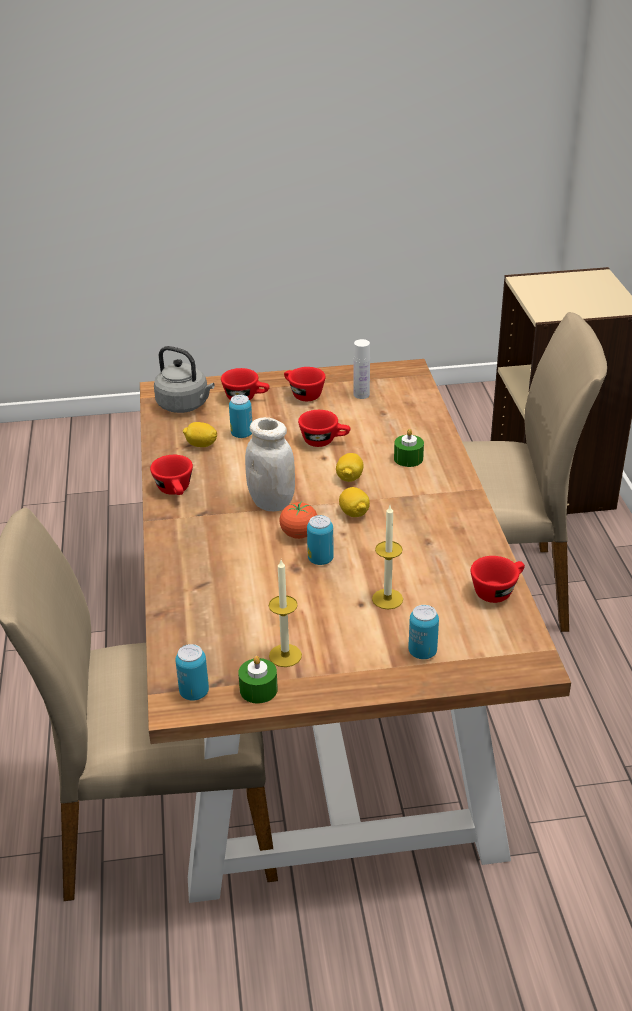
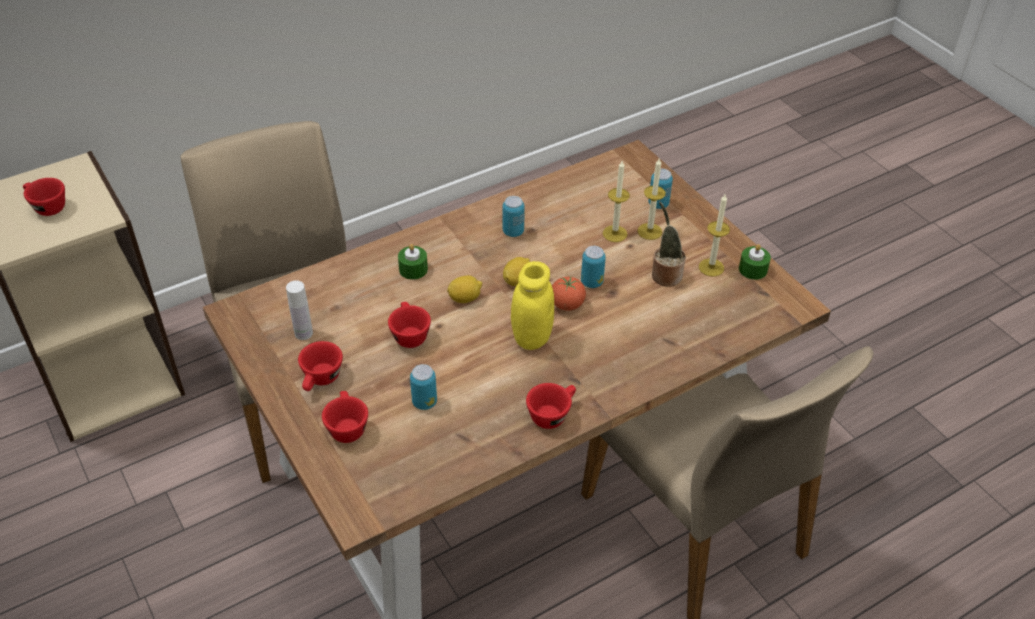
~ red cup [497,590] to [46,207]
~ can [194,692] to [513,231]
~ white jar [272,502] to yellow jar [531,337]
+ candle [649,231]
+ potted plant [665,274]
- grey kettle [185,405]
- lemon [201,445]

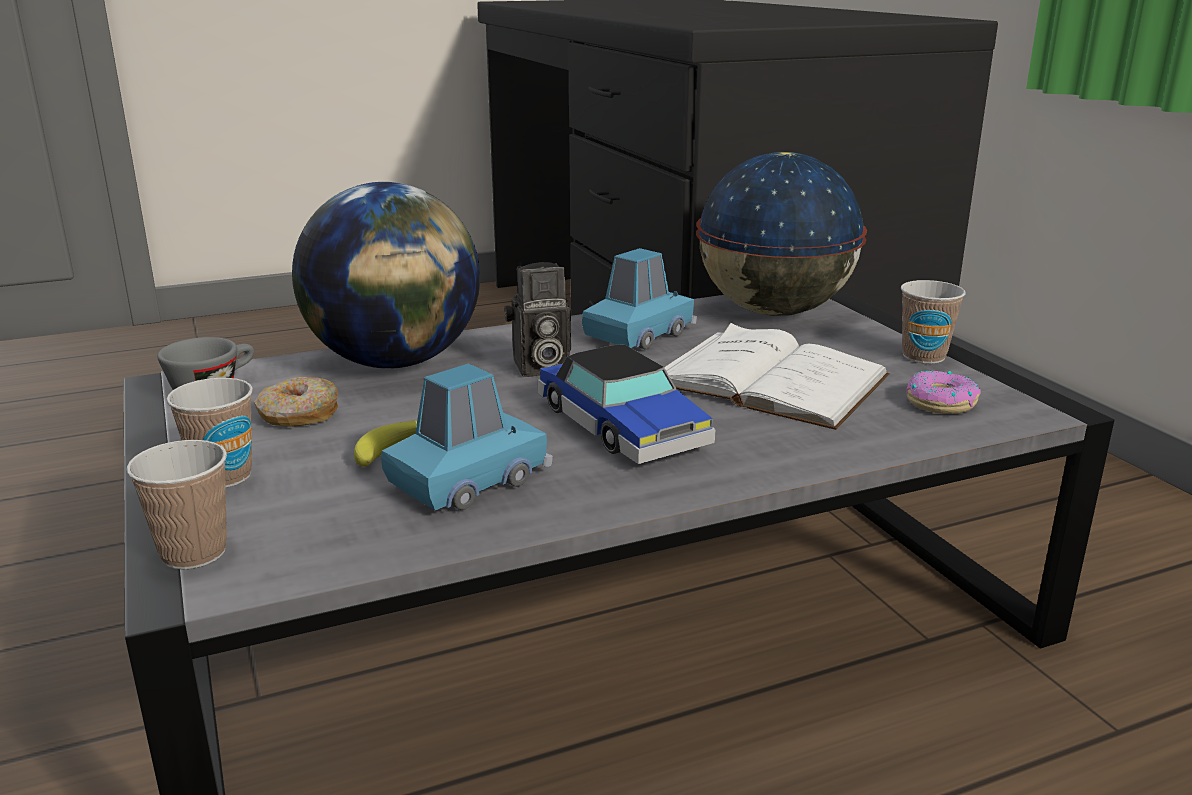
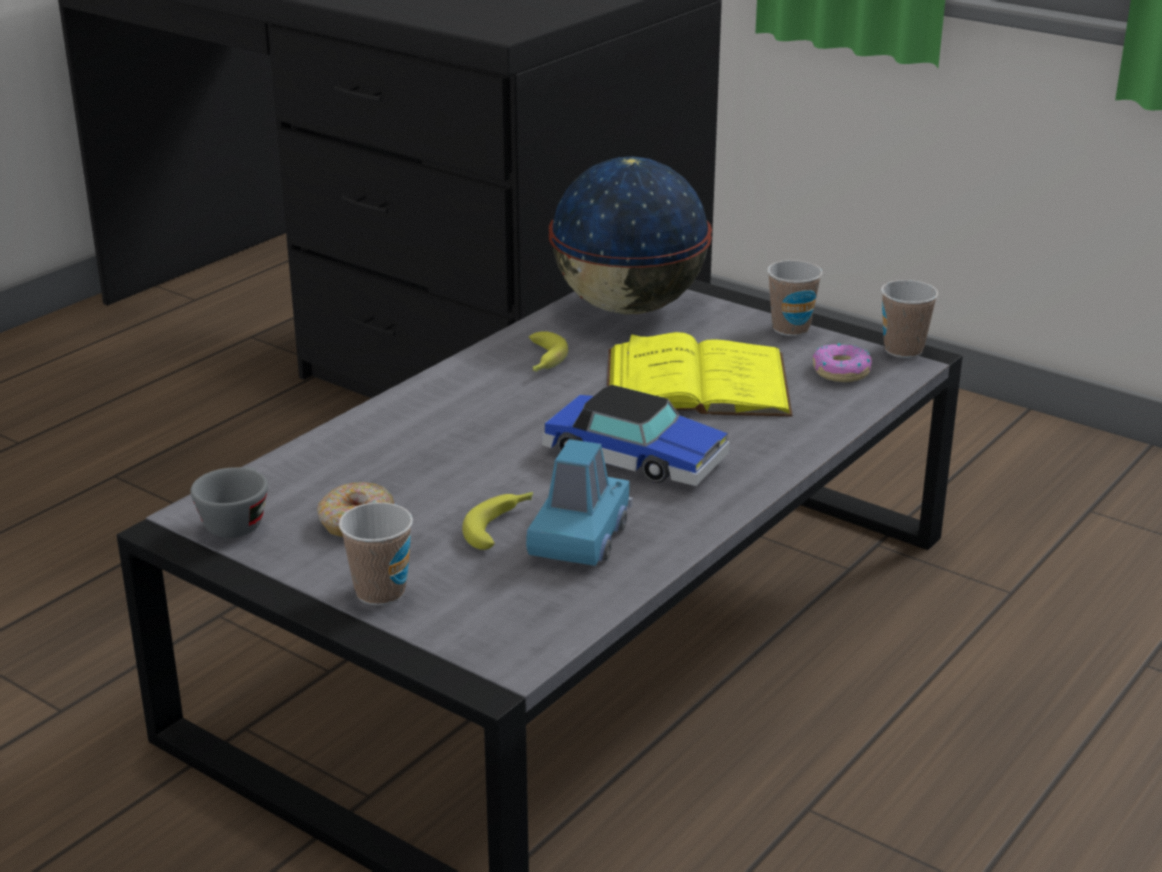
~ blue toy car [639,334] to banana [542,361]
~ white book [767,379] to yellow book [697,382]
~ cup [194,553] to [903,350]
- globe [395,362]
- photo camera [539,368]

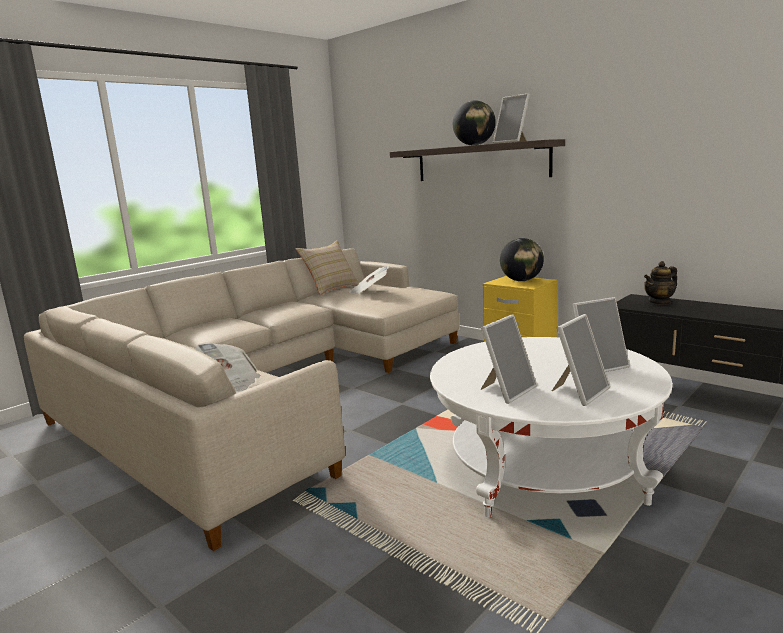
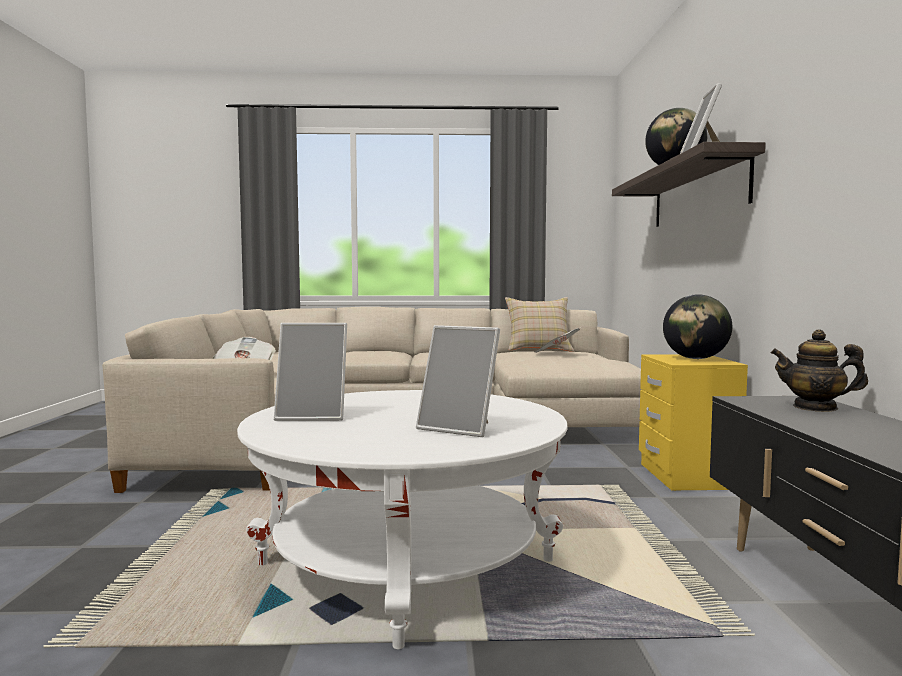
- picture frame [579,393]

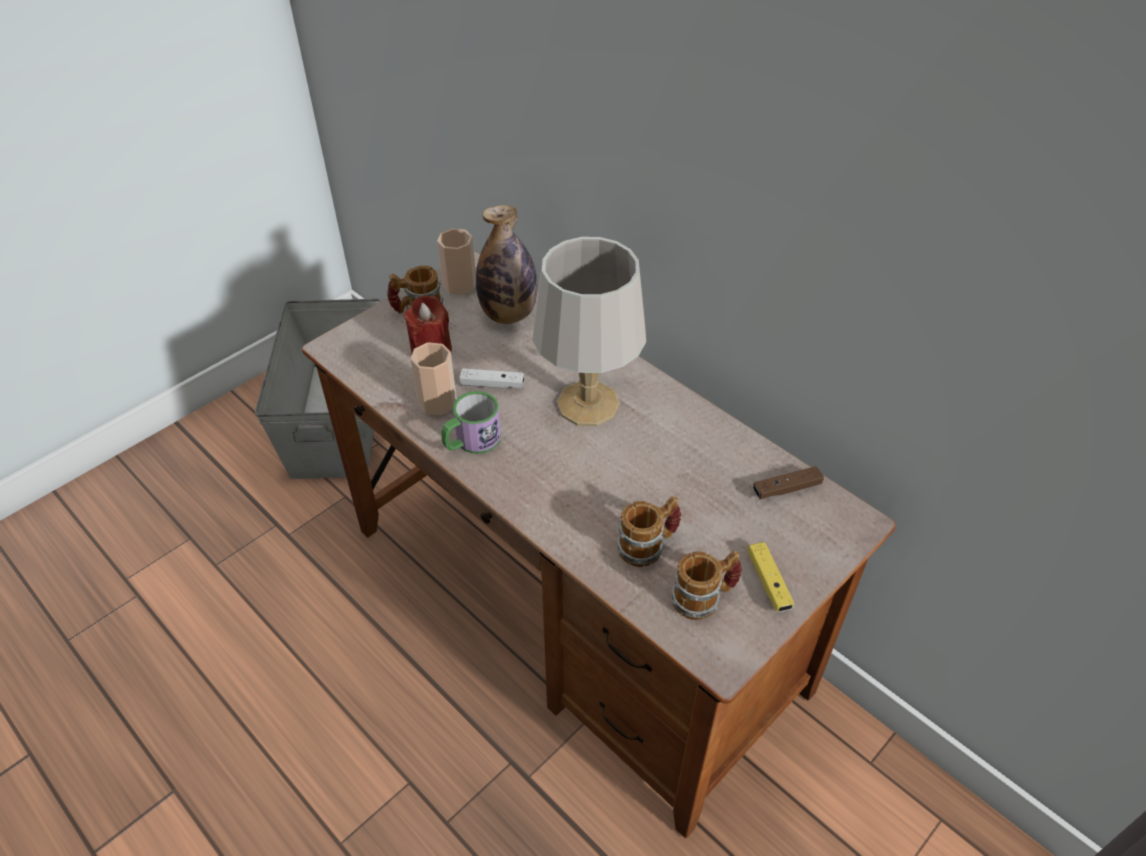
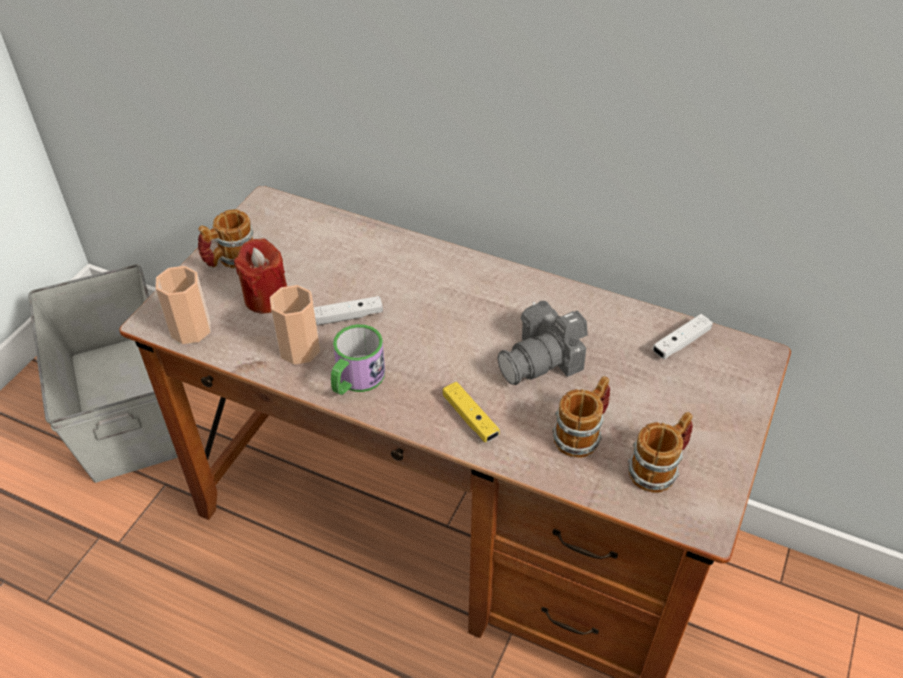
~ cup [459,285] to [191,329]
~ yellow game controller [768,582] to [470,418]
+ photo camera [543,360]
~ brown game controller [786,489] to white game controller [681,343]
- bottle [508,314]
- grey table lamp [586,404]

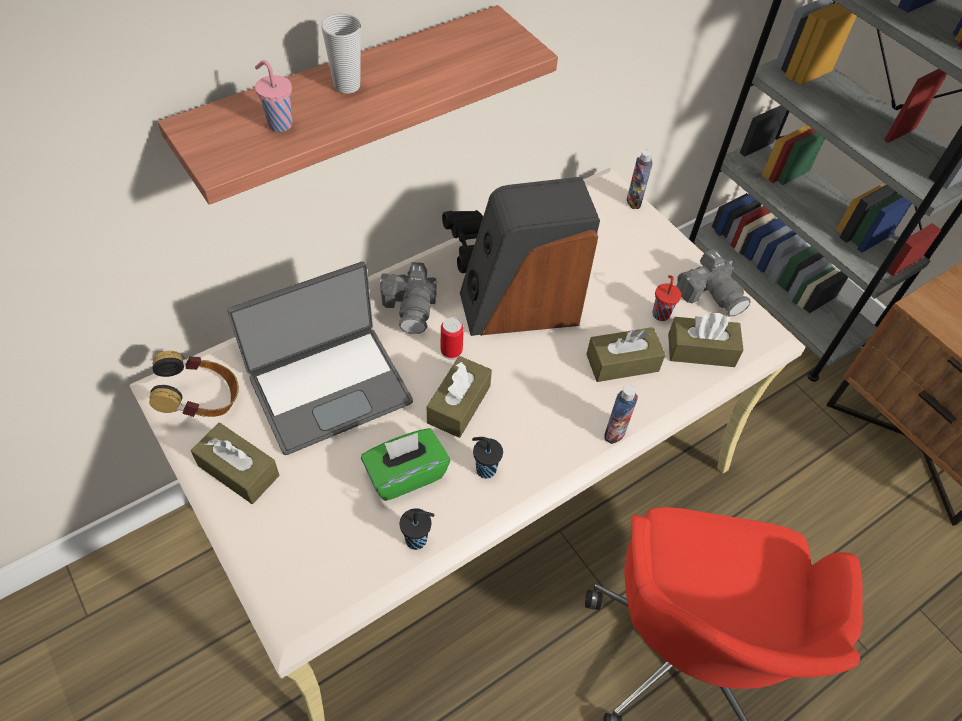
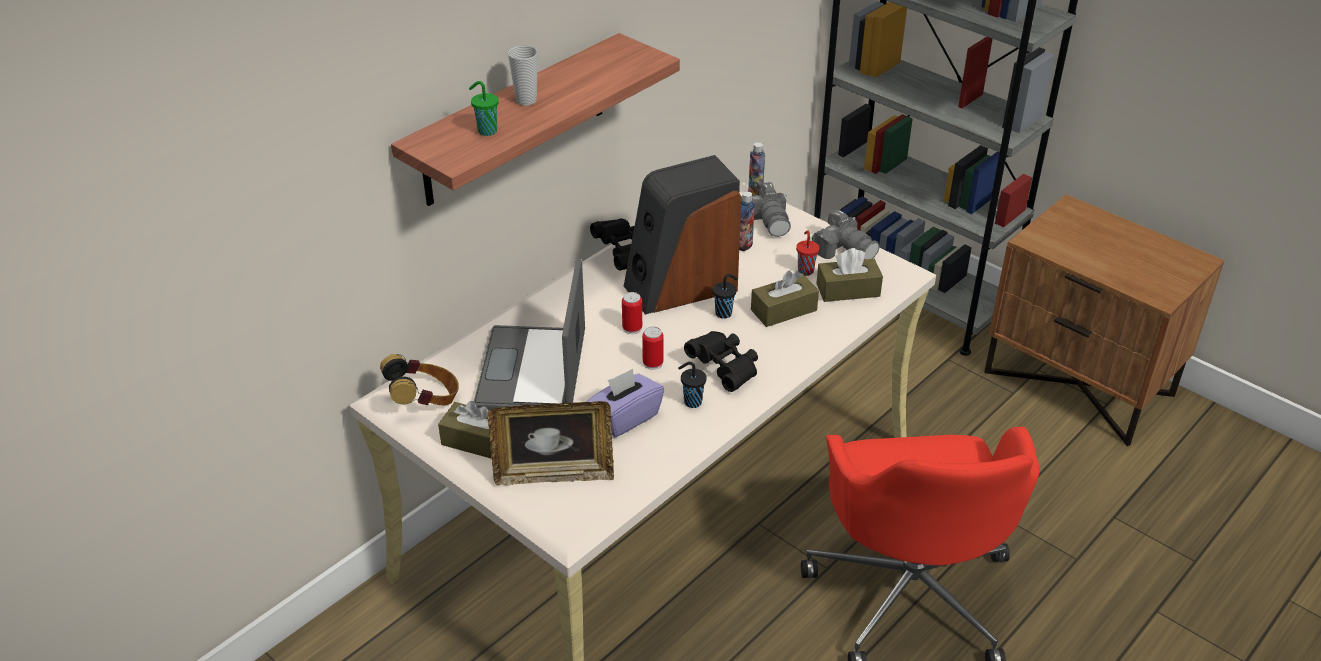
~ pink cup [279,124] to green cup [486,131]
~ laptop [329,387] = [534,372] 135 degrees clockwise
+ picture frame [554,474]
~ green tissue box [405,474] to purple tissue box [625,418]
~ brown tissue box [459,404] to can [653,363]
+ black binoculars [725,369]
~ black cup [417,539] to [724,313]
~ bottle [615,432] to [744,245]
~ photo camera [411,307] to [767,222]

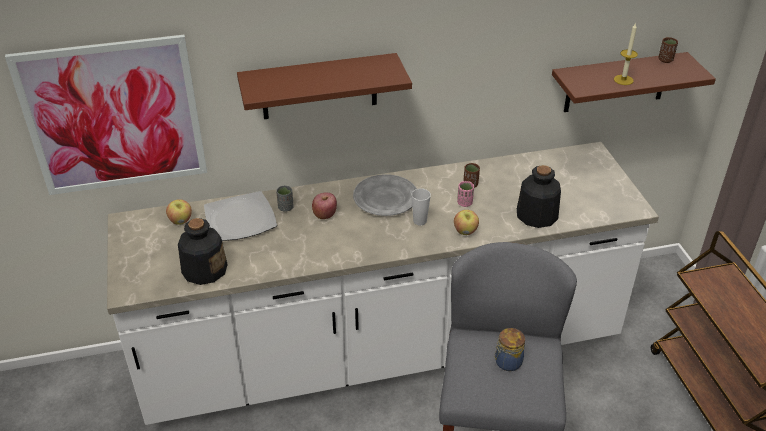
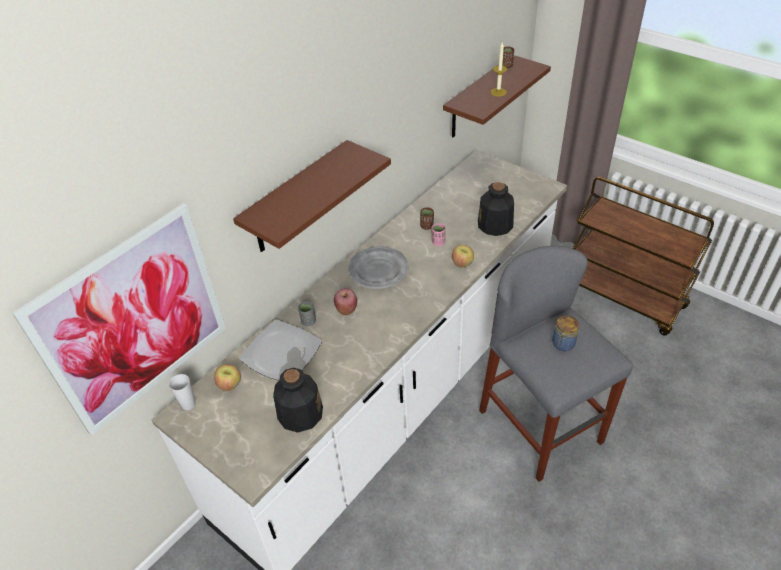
~ cup [420,221] to [188,404]

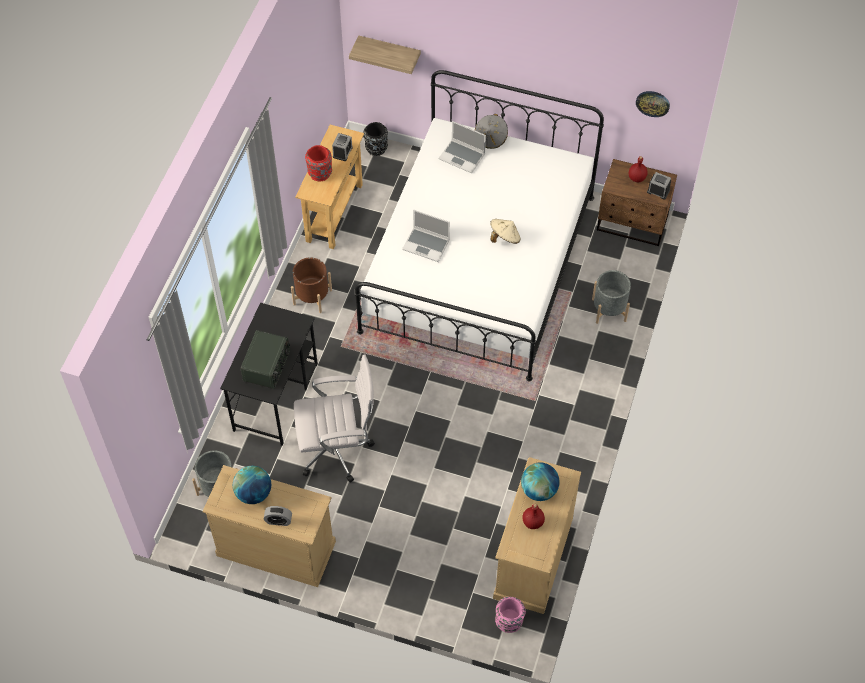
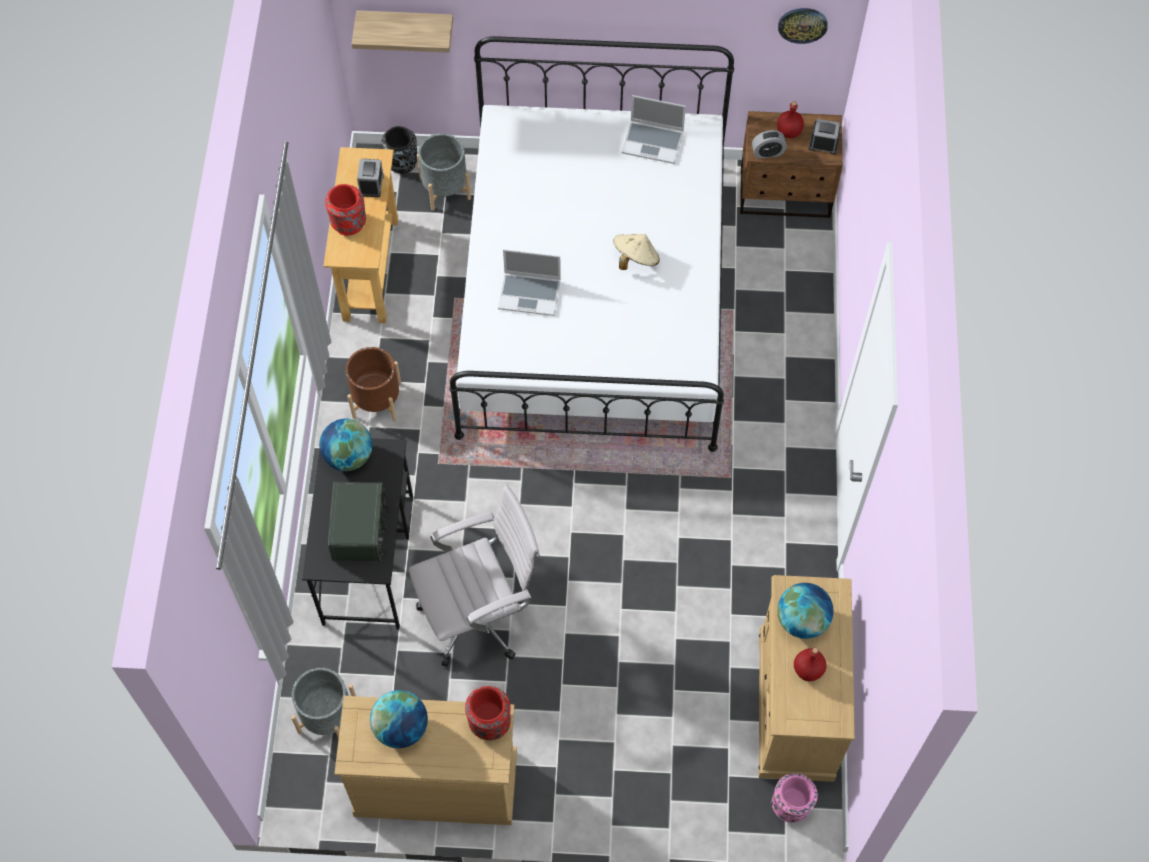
+ globe [348,456]
~ grey planter [609,310] to [445,189]
+ red vase [489,722]
~ laptop [462,157] to [653,142]
~ alarm clock [278,520] to [768,152]
- grey hat [491,138]

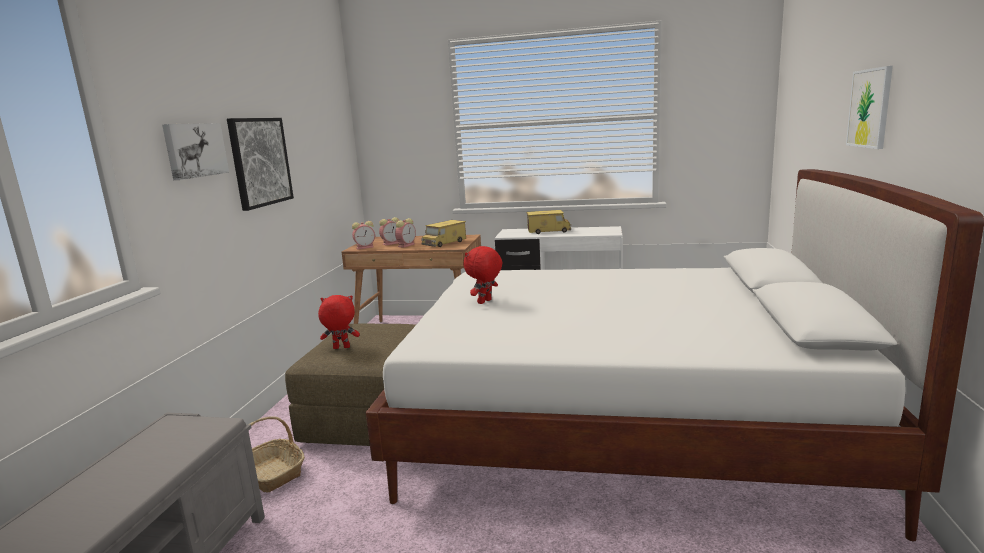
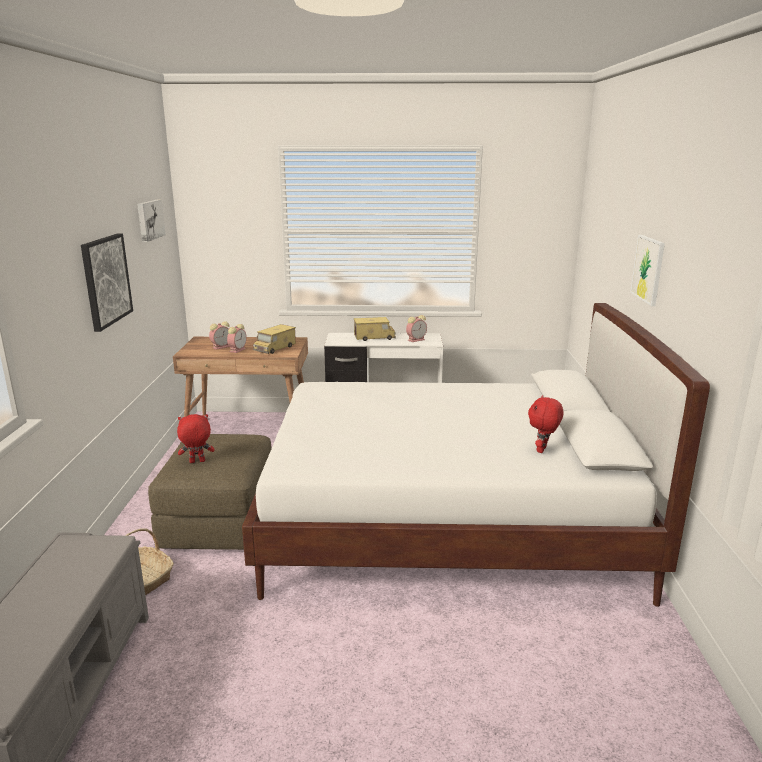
~ picture [194,150] to [149,220]
~ alarm clock [365,247] to [416,340]
~ red plush toy [485,302] to [542,450]

